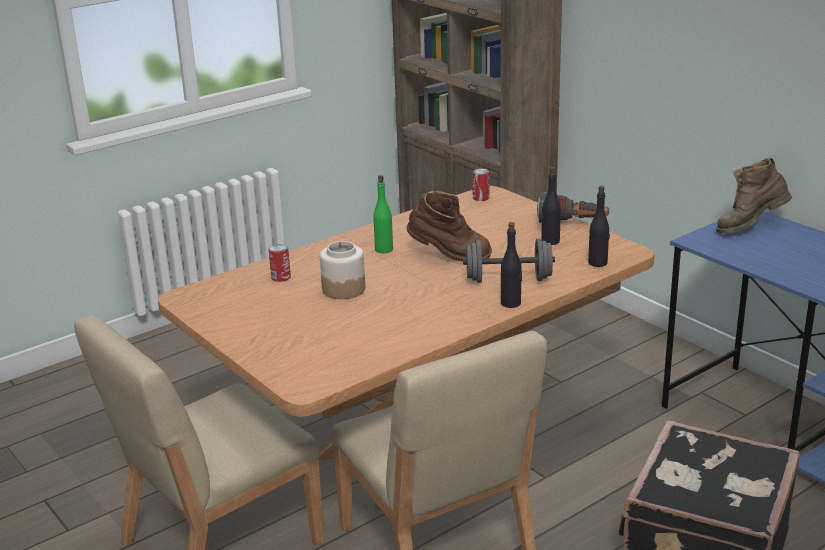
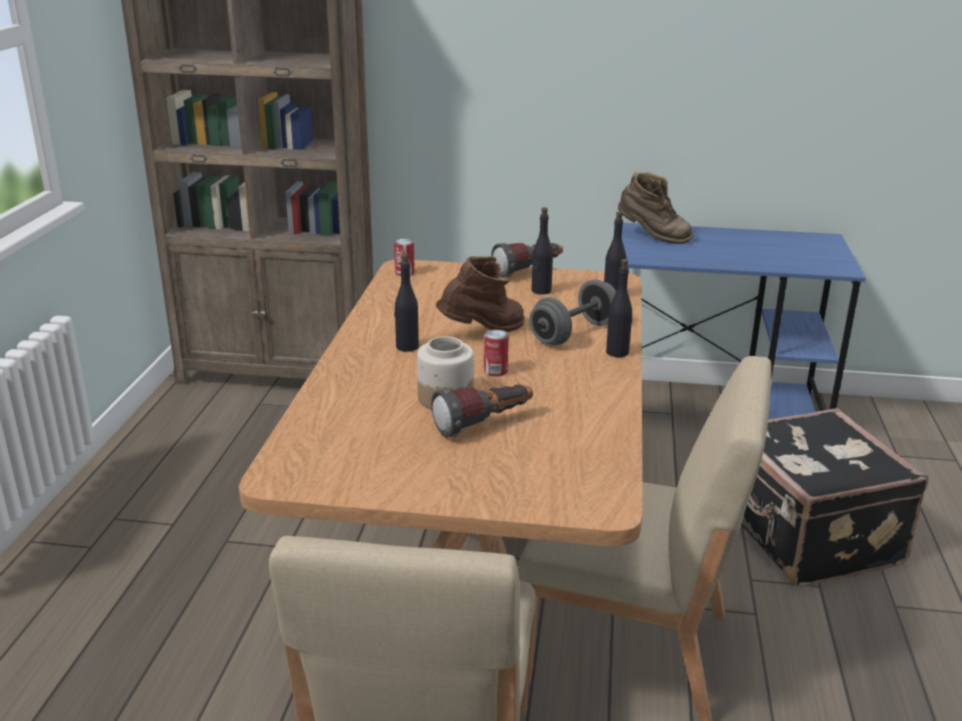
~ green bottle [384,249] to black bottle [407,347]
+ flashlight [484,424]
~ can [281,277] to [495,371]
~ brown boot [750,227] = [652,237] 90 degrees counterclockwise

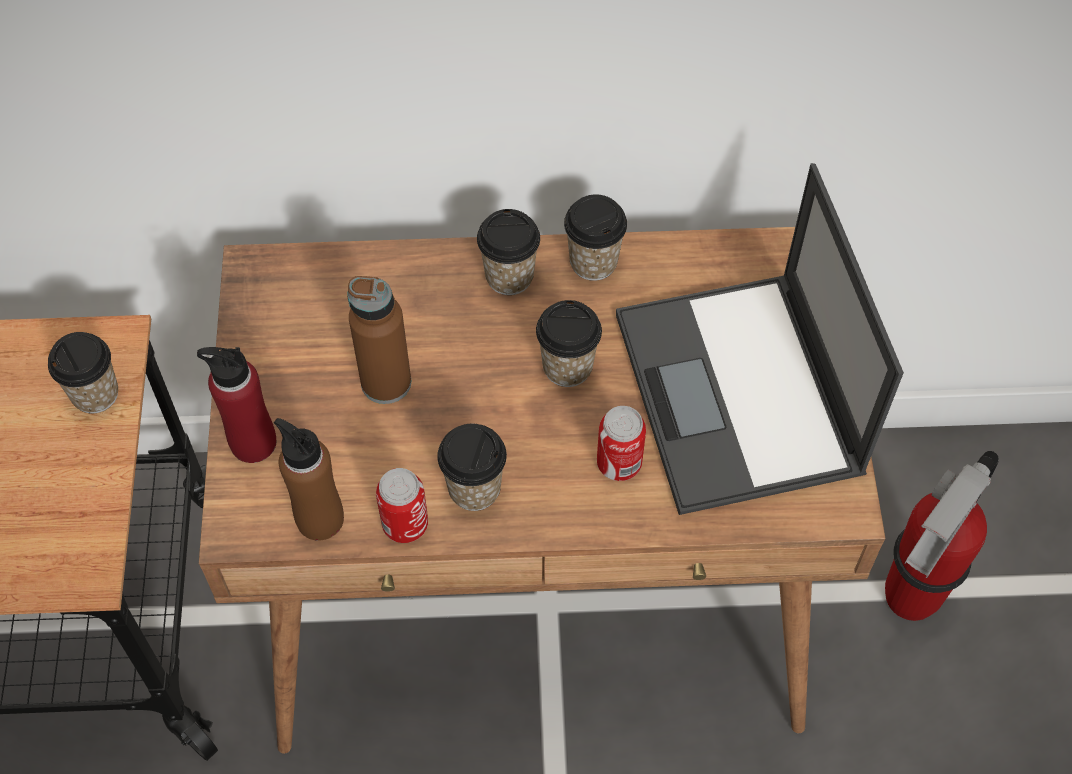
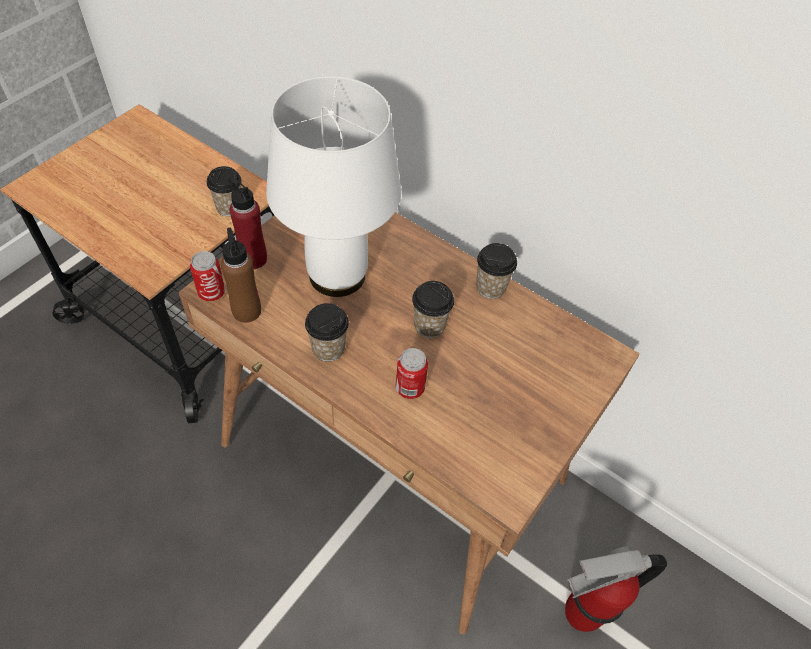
~ can [405,524] to [212,293]
~ brown bottle [386,382] to white table lamp [337,274]
- cup [509,276]
- laptop [739,396]

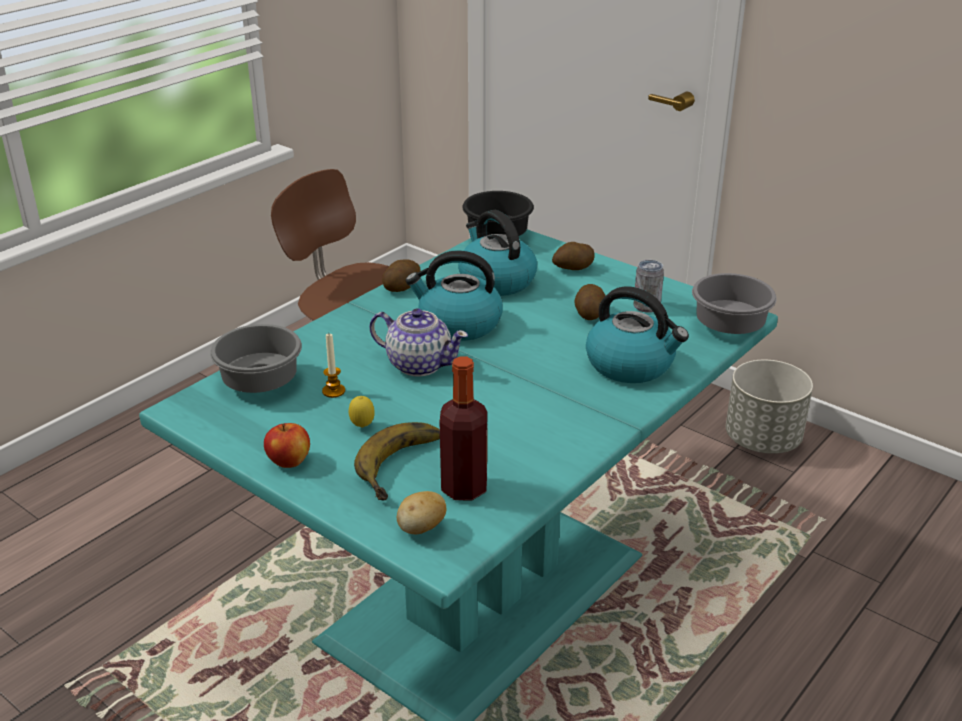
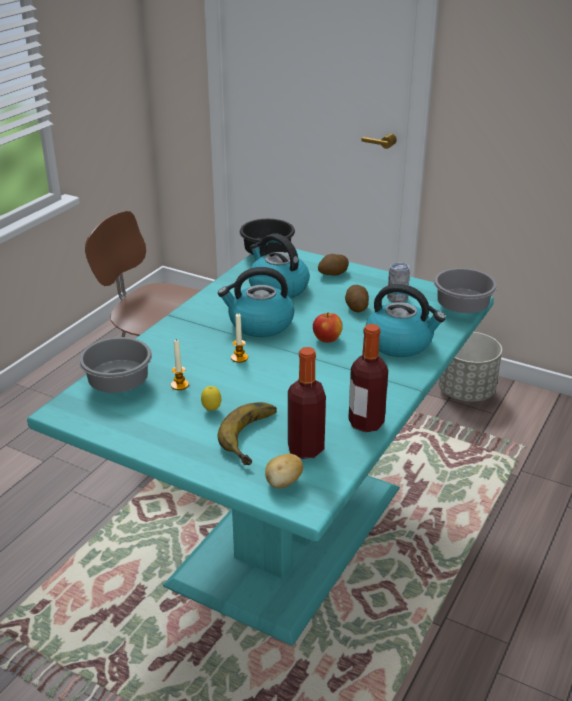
~ teapot [418,364] to candle [239,358]
~ apple [289,461] to [327,339]
+ bottle [366,423]
- potato [402,287]

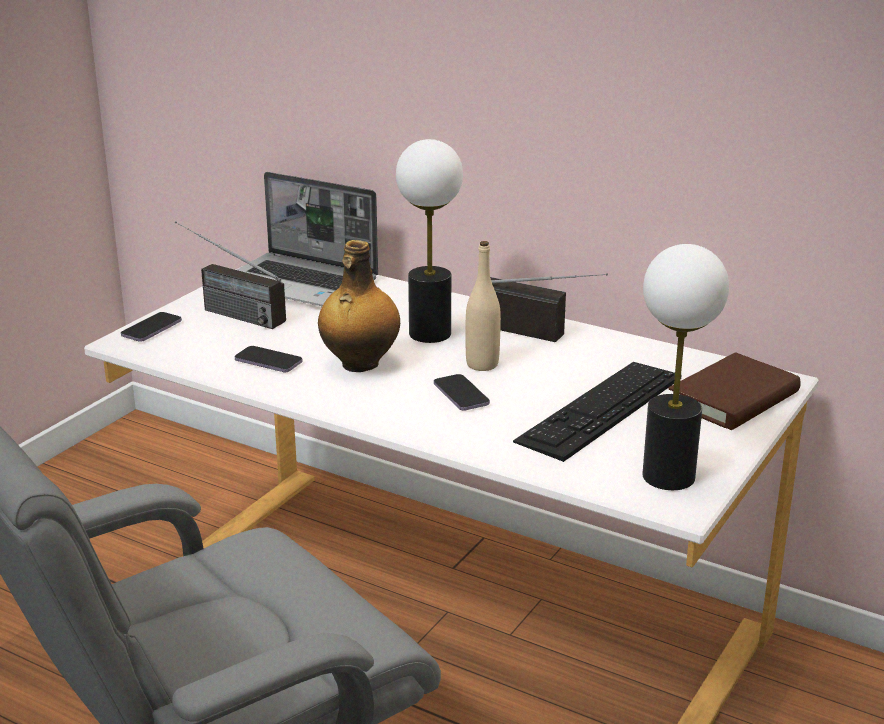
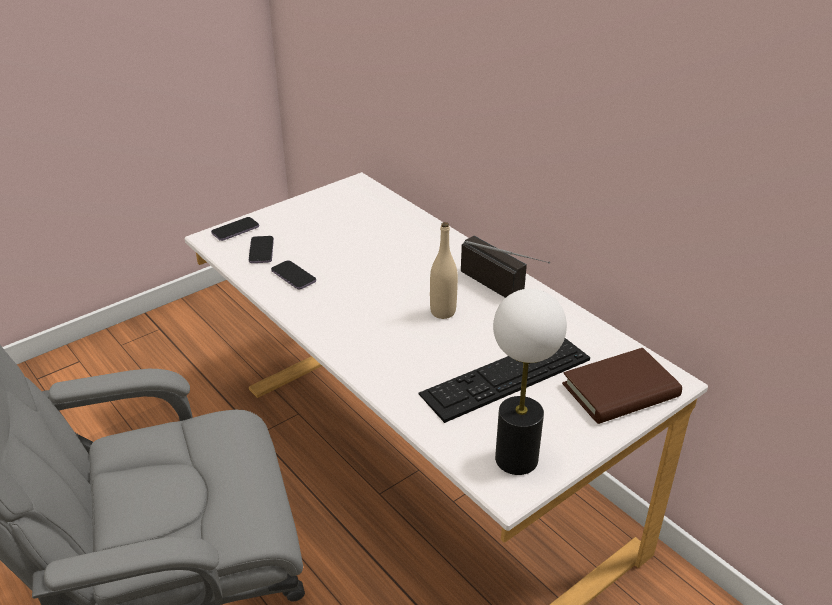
~ phone [461,395] to [261,251]
- radio [225,311]
- laptop [301,283]
- bottle [359,364]
- table lamp [430,334]

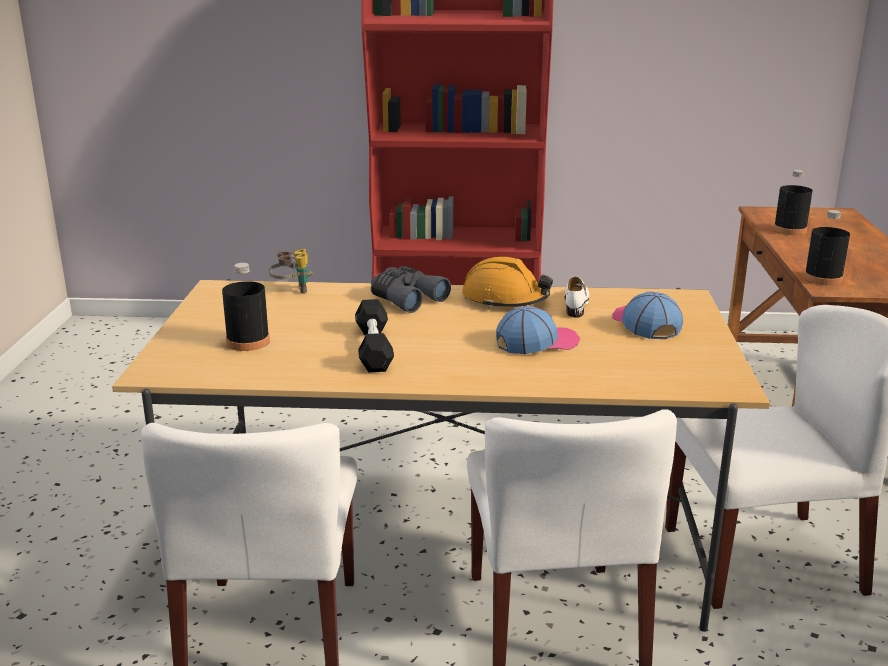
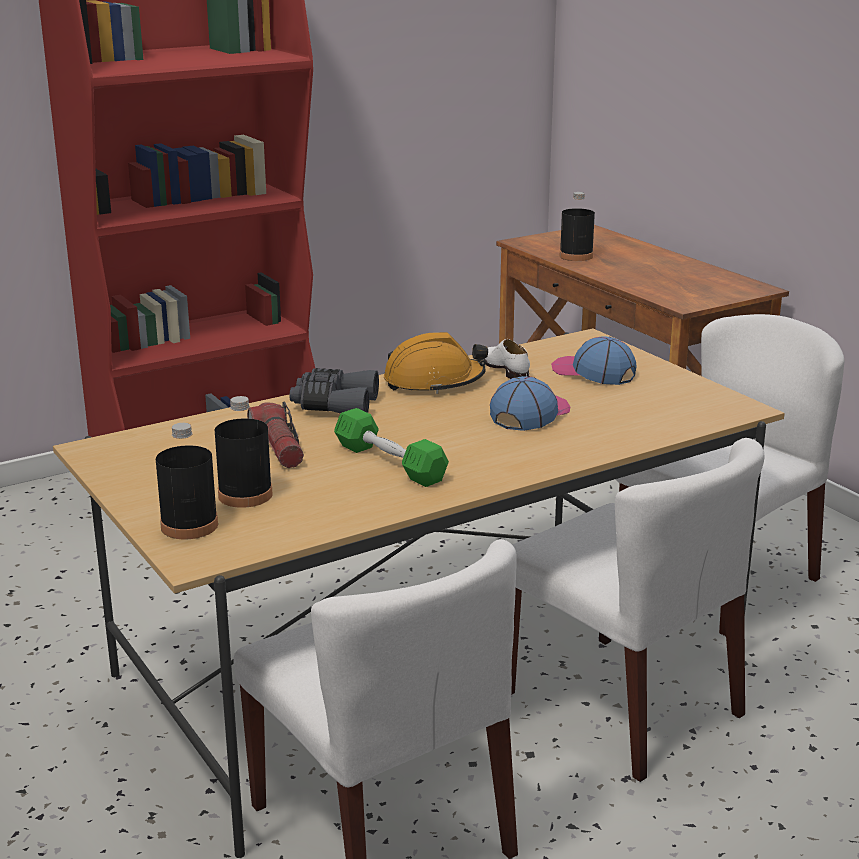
~ black bottle [823,279] to [189,526]
+ flashlight [278,448]
~ black dumbbell [374,348] to green dumbbell [389,463]
- binoculars [292,291]

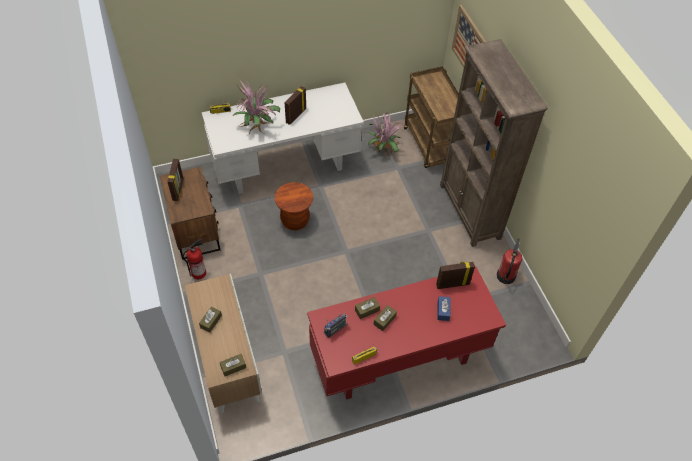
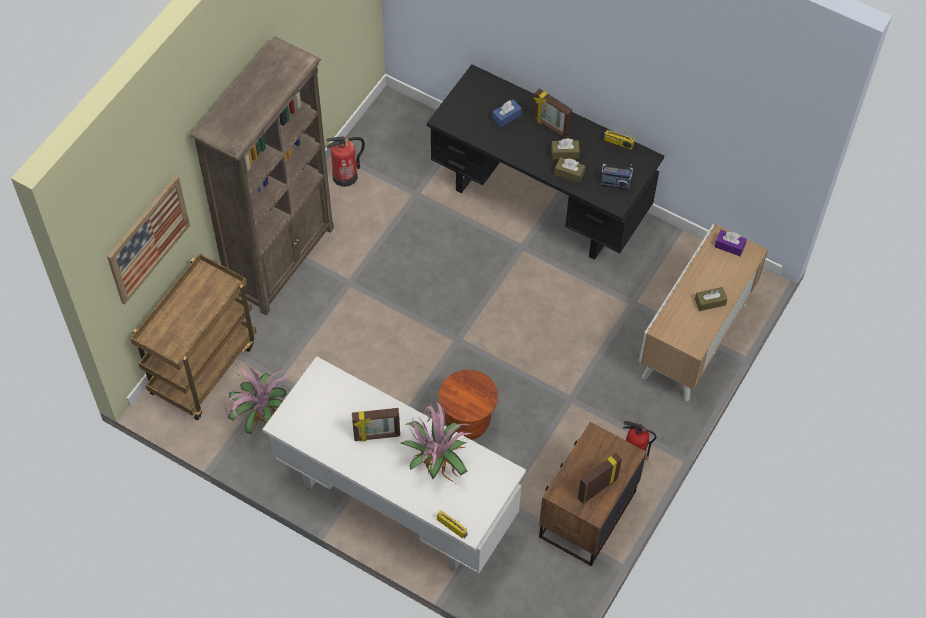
~ red desk [398,361] to black desk [540,202]
~ picture frame [452,284] to [550,127]
~ brown tissue box [233,367] to purple tissue box [729,246]

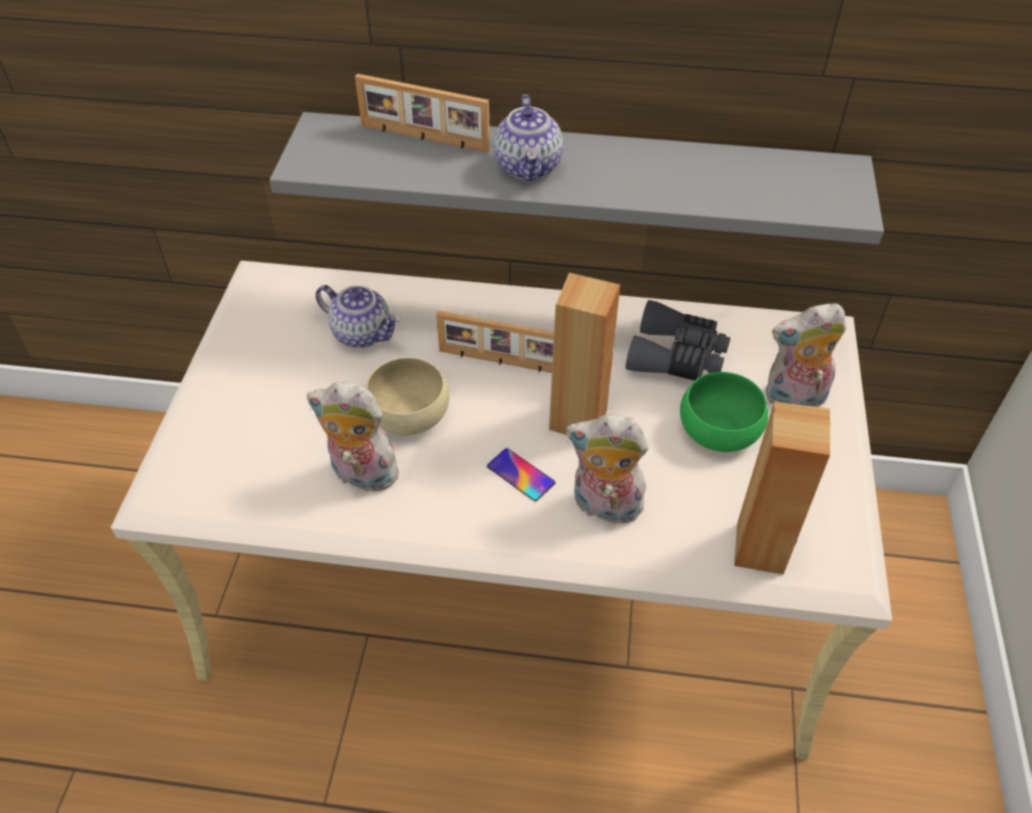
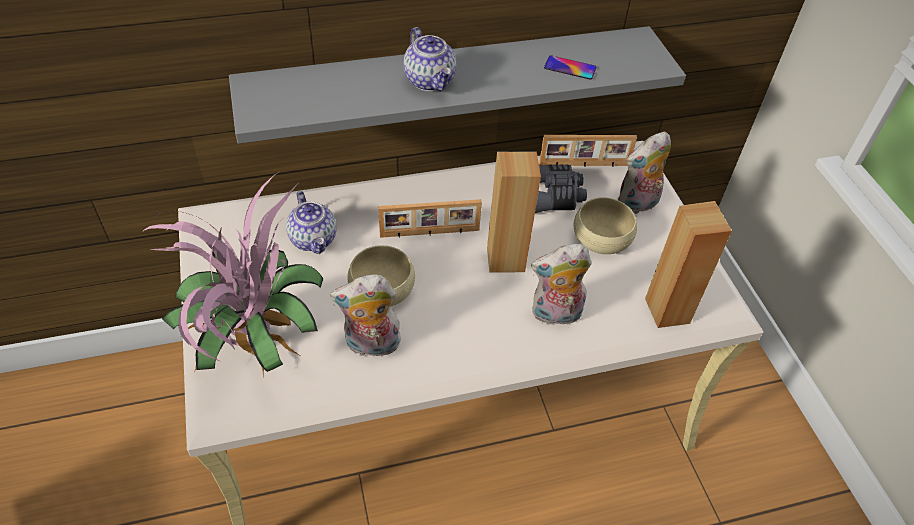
+ potted plant [254,347]
~ teapot [363,333] = [314,239] 60 degrees clockwise
~ picture frame [423,138] to [584,165]
~ phone [520,475] to [570,68]
~ green bowl [720,429] to beige bowl [601,239]

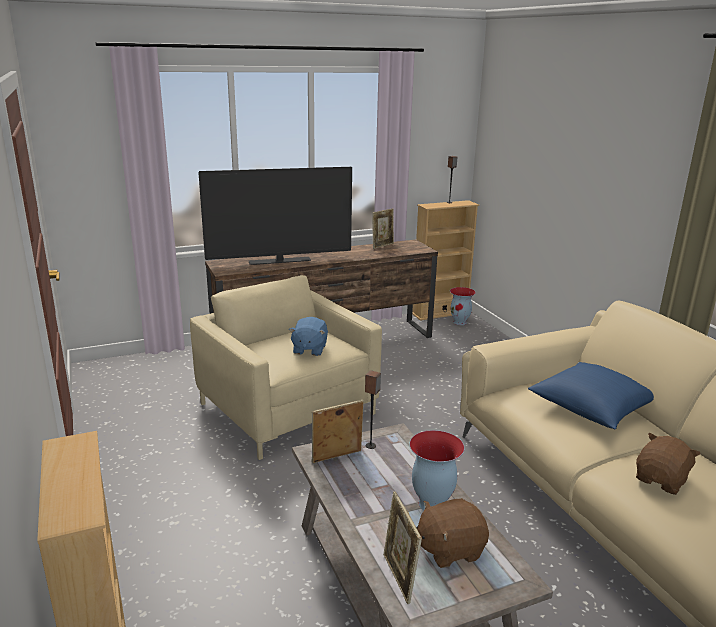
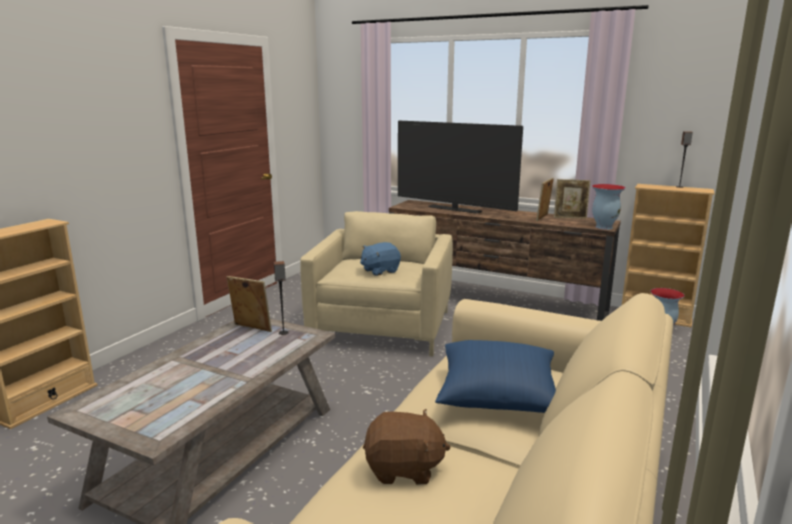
~ picture frame [399,578] to [543,218]
~ vase [431,504] to [603,227]
- brown plush toy [449,549]

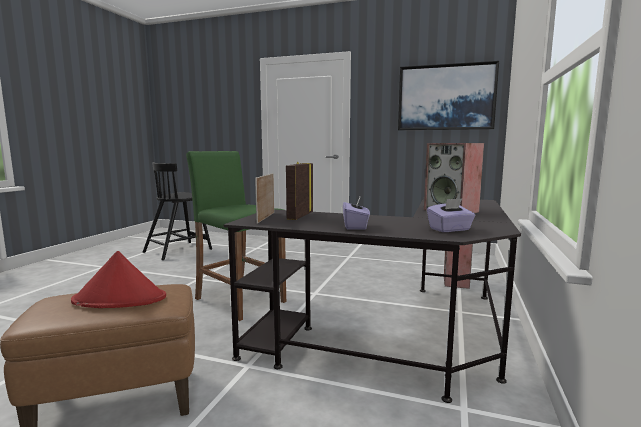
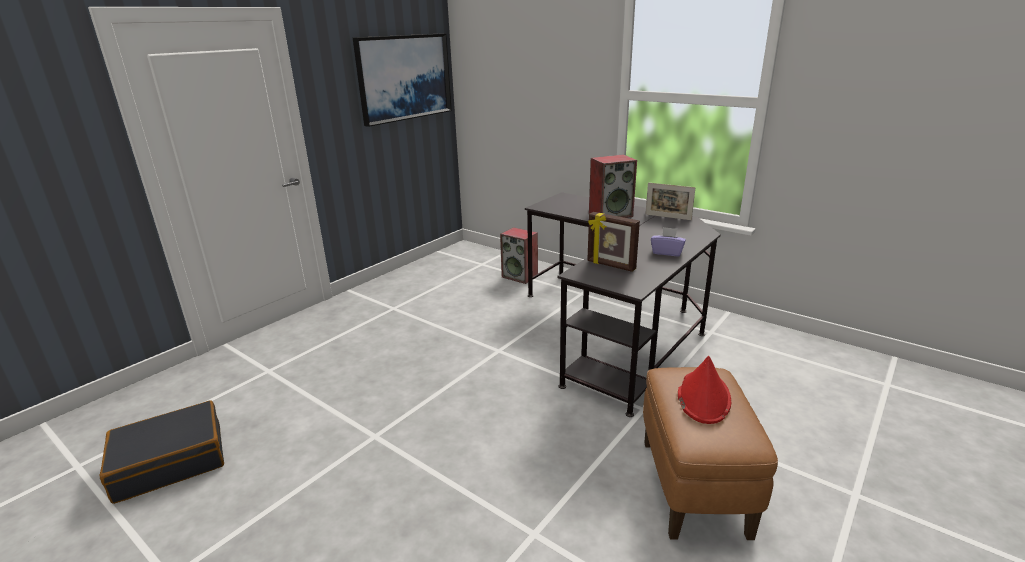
~ black chair [179,250] to black suitcase [170,461]
~ picture frame [266,217] to [668,217]
- green stool [239,300]
- purple tissue box [450,229]

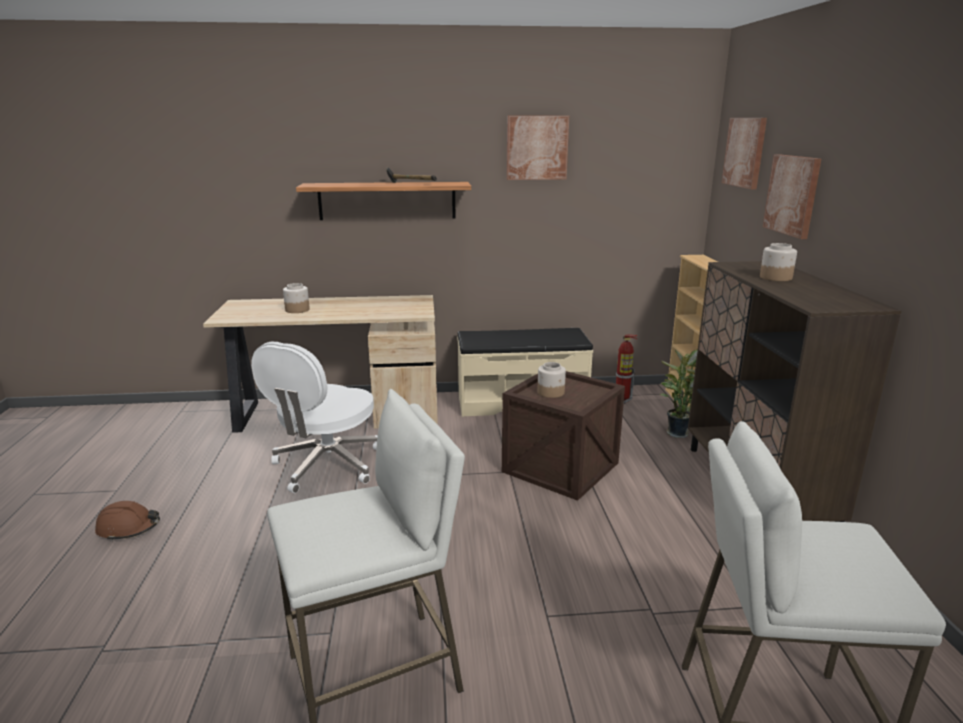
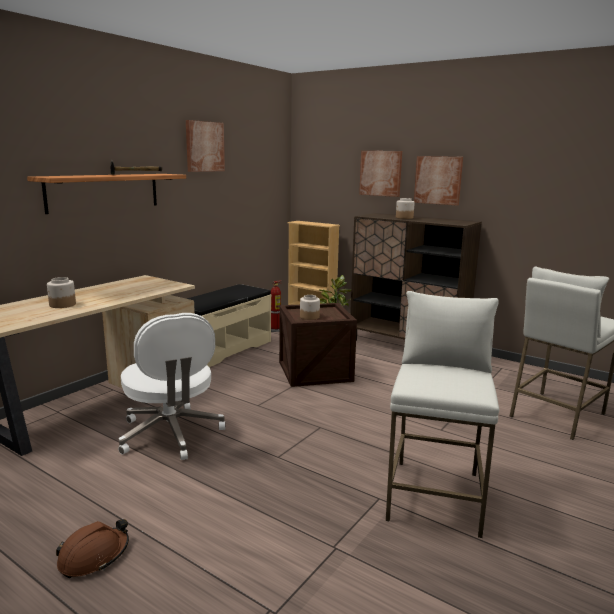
~ picture [745,152] to [438,180]

